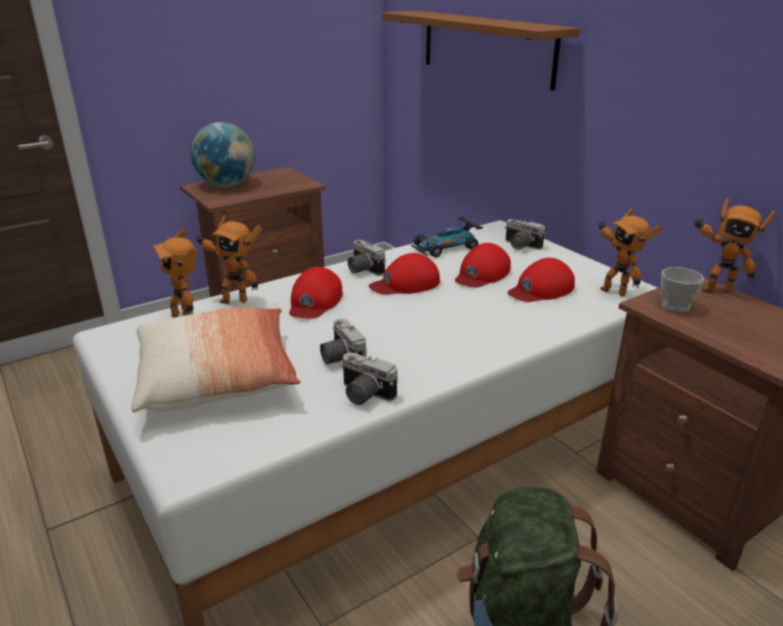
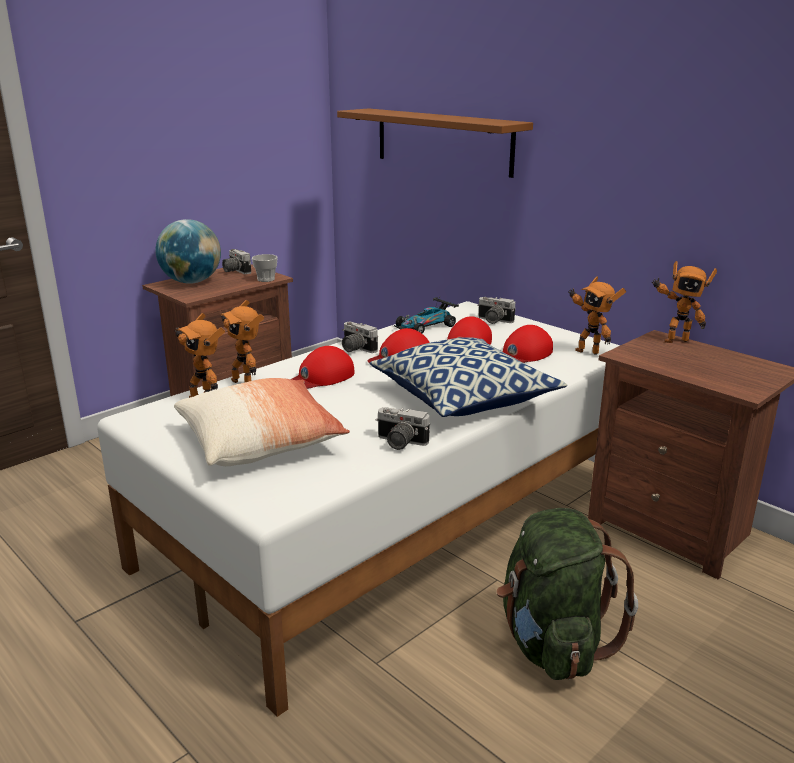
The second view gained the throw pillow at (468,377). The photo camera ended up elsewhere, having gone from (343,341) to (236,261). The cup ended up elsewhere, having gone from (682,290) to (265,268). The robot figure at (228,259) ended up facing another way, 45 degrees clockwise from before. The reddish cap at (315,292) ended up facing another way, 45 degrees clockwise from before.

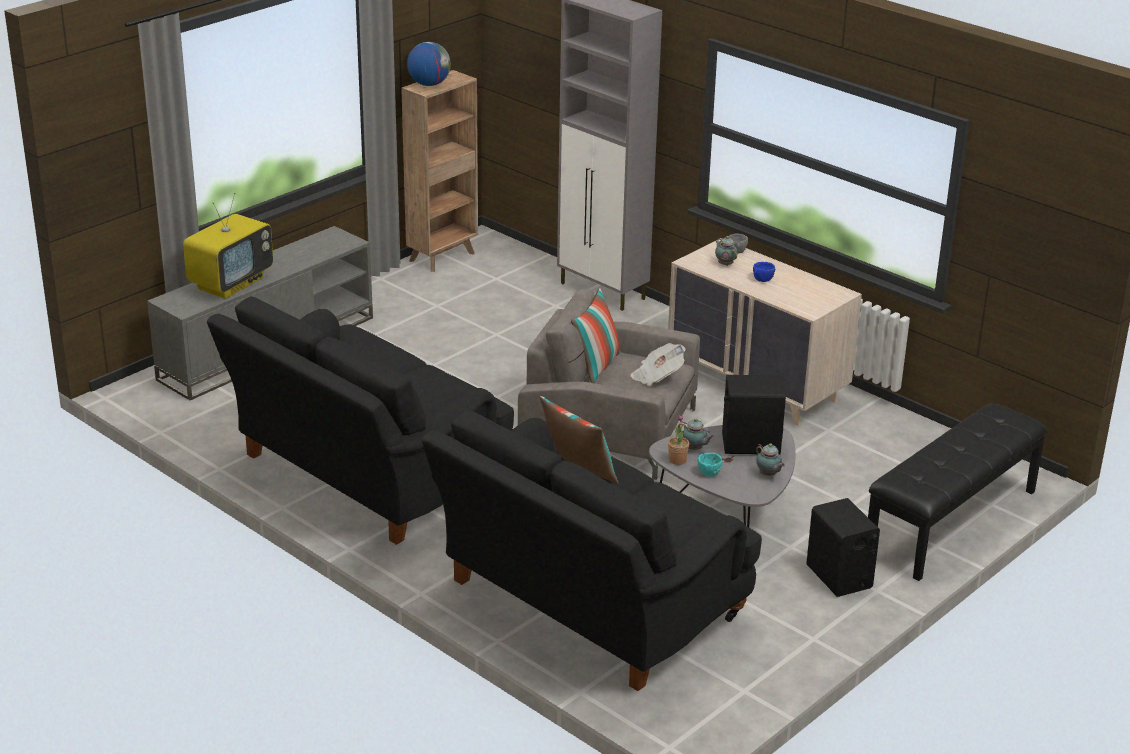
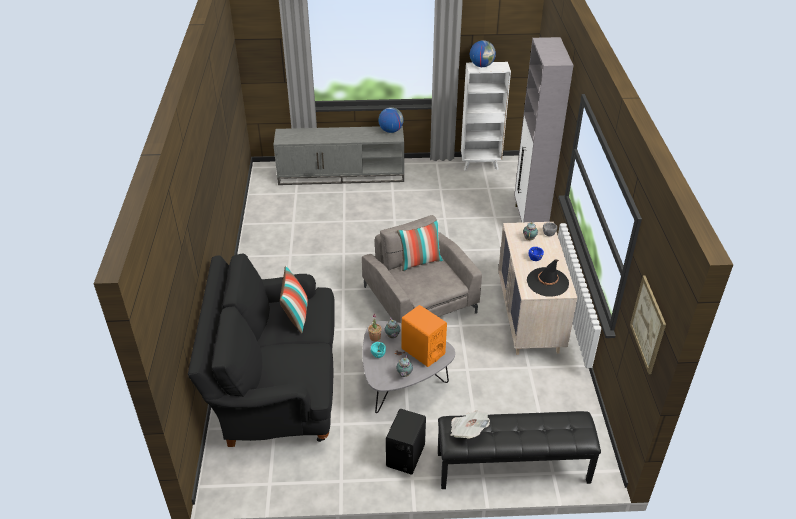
The second view lost the TV set at (228,246). The second view lost the blackish couch at (360,421). The second view gained the globe at (391,120). The second view gained the blackish wearable hat at (548,278). The second view gained the wall art at (648,325). The printed paper ended up elsewhere, having gone from (658,364) to (470,425). What was the brownish bookcase at (439,171) turned into the whitish bookcase at (486,116). What was the blackish audio speaker at (754,414) turned into the orange-coloured audio speaker at (424,336).

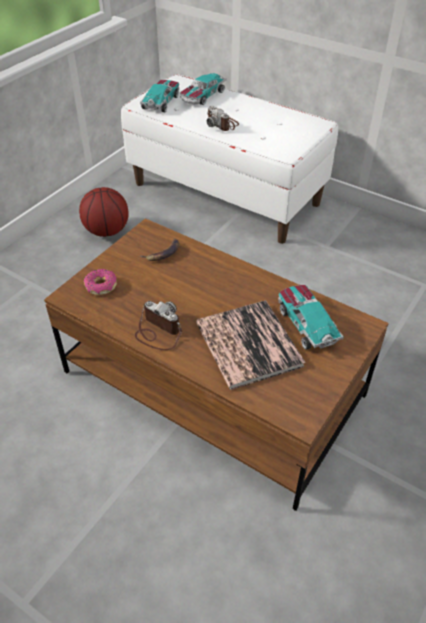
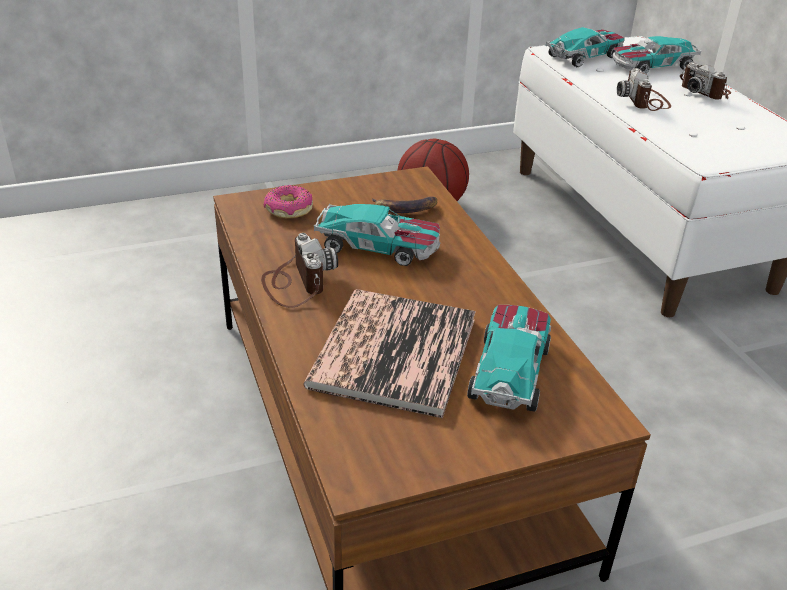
The second view gained the miniature car at (377,235). The second view gained the photo camera at (705,81).

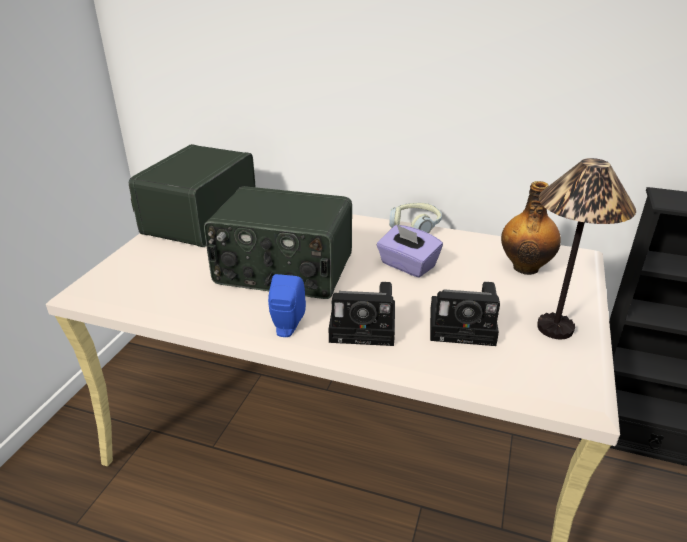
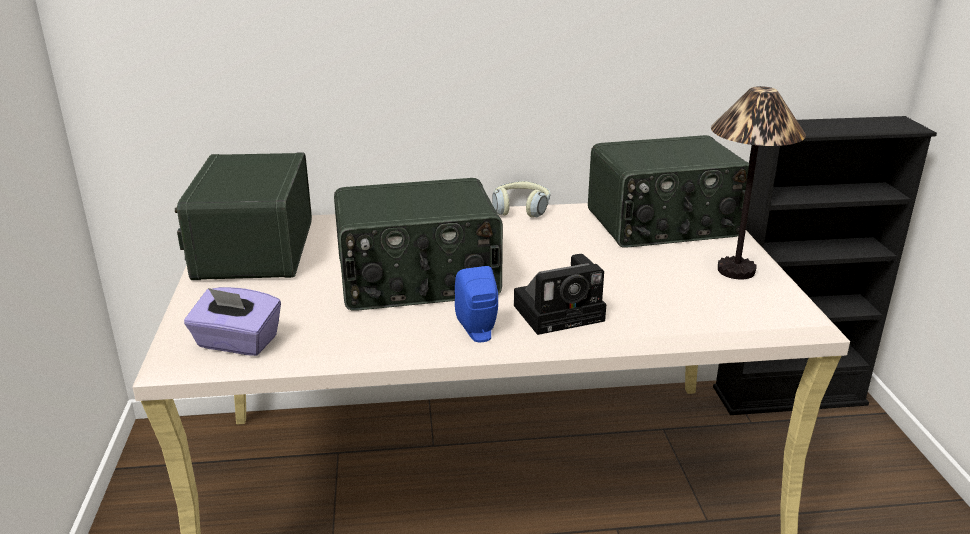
The second view lost the photo camera at (465,314). The purplish tissue holder ended up elsewhere, having gone from (410,251) to (232,321). Where the beverage bottle stood at (531,228), the radio came to stand at (671,191).

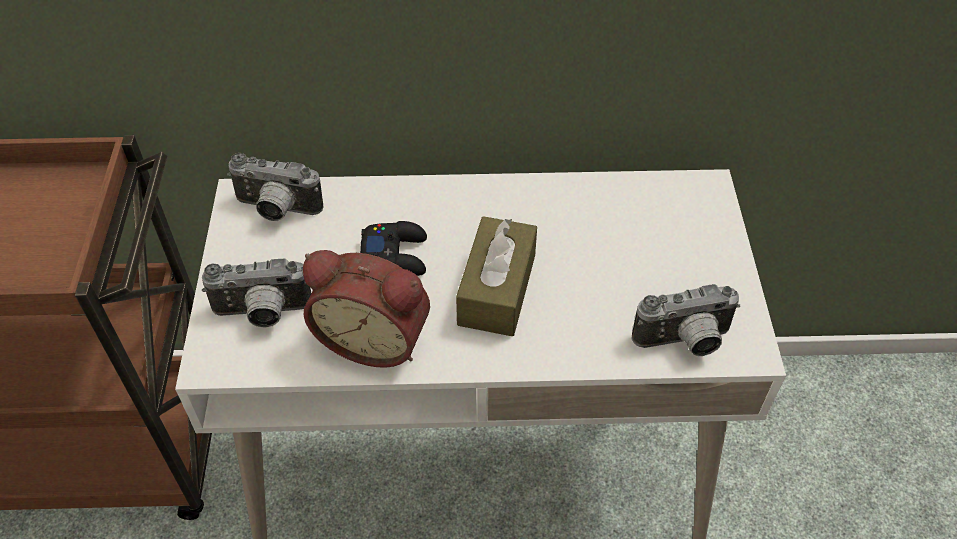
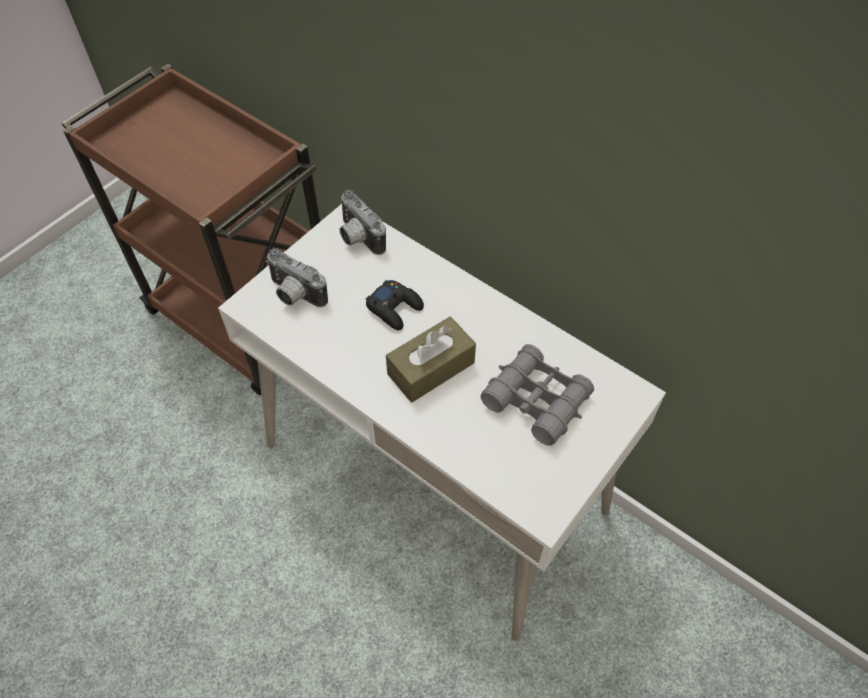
The second view lost the bedside clock at (366,309). The second view lost the photo camera at (686,320). The second view gained the gray field glasses at (537,395).

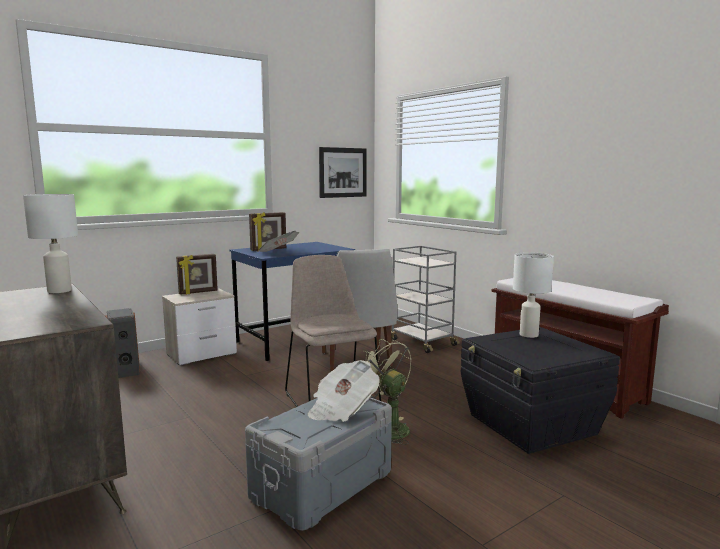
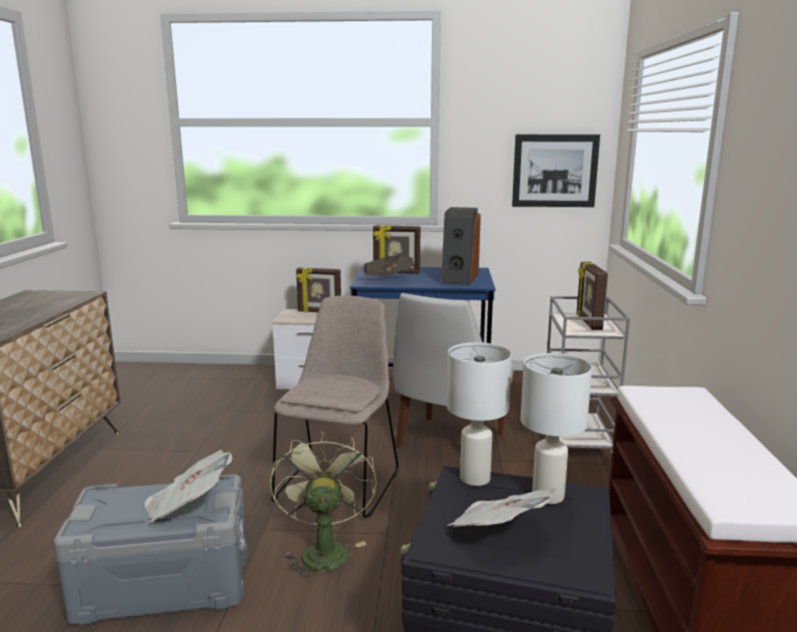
The second view gained the printed paper at (502,508). The second view gained the picture frame at (592,296). The whitish tabletop lamp ended up elsewhere, having gone from (50,243) to (479,414). The audio speaker ended up elsewhere, having gone from (122,343) to (461,246).

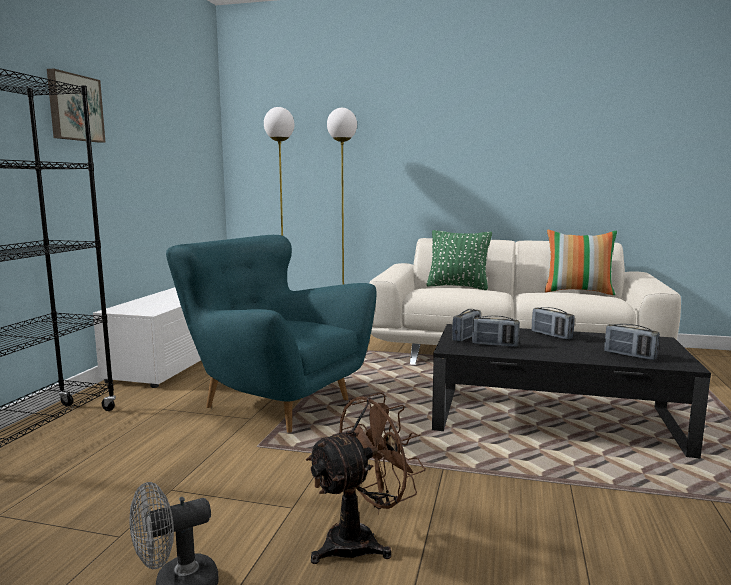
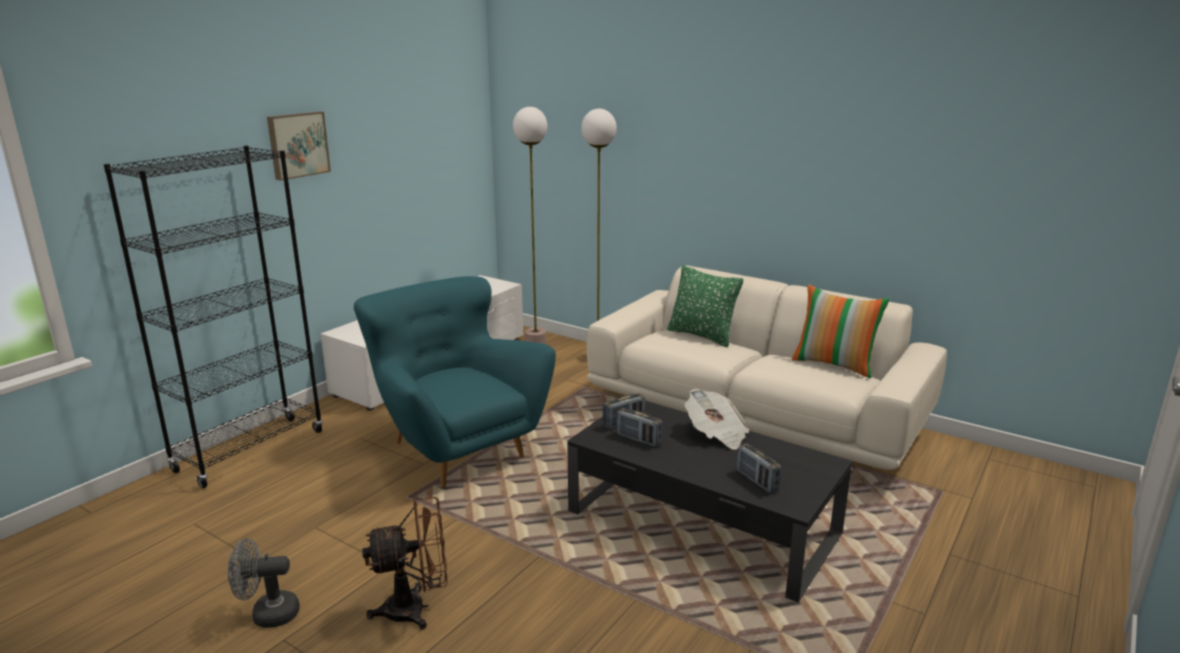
Where the radio stood at (553,323), the printed paper came to stand at (717,419).

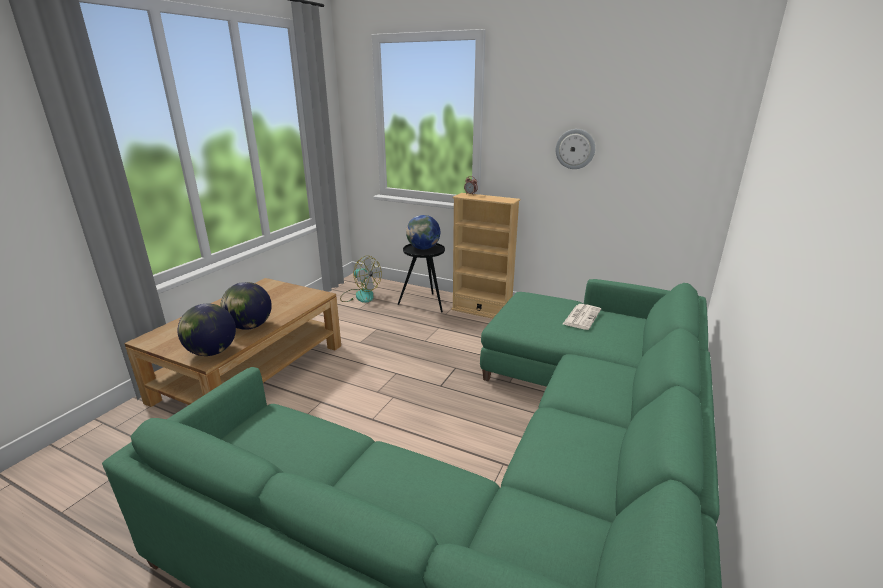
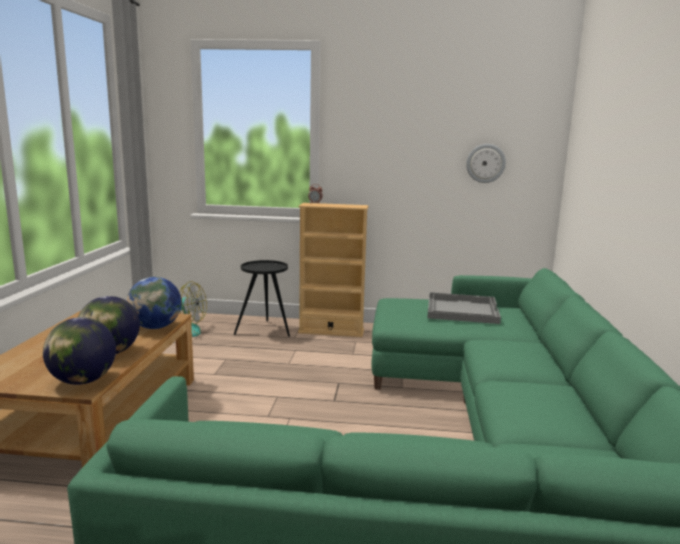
The globe ended up elsewhere, having gone from (423,232) to (154,303). The clock on the wall ended up elsewhere, having gone from (575,149) to (486,163). Where the printed paper stood at (582,317), the gray serving tray came to stand at (464,308).

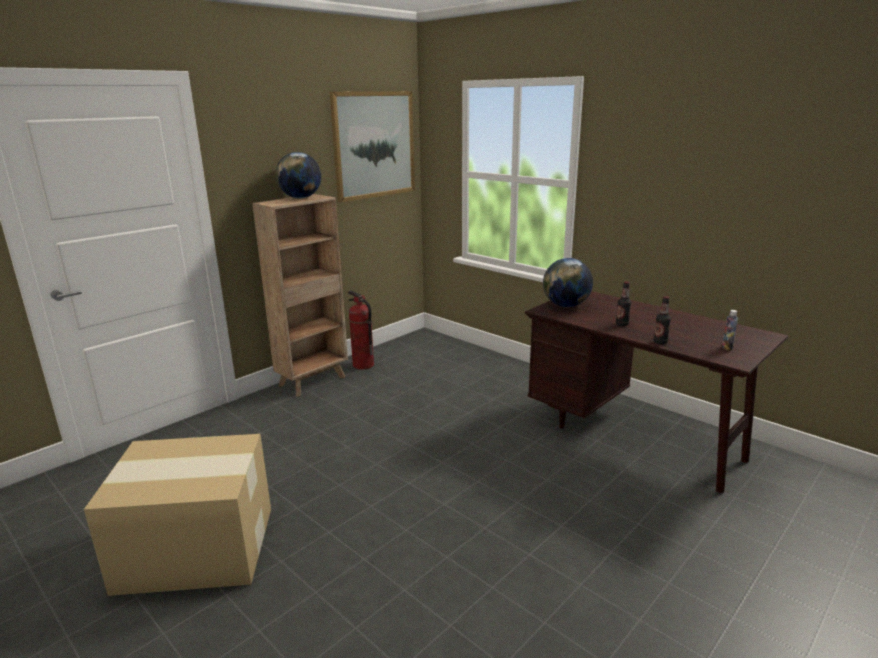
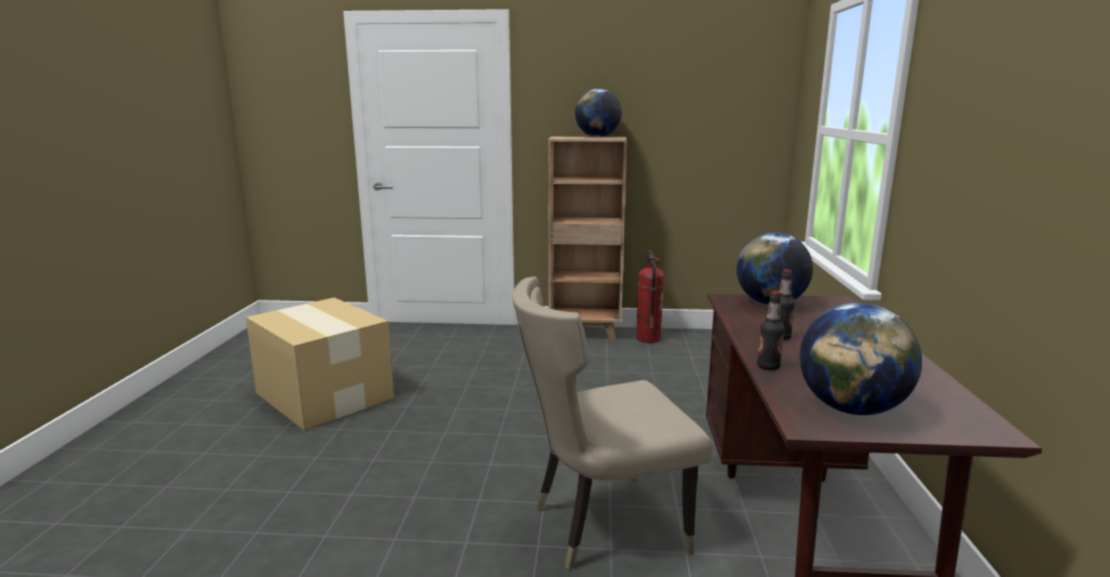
The second view lost the wall art at (372,146). The second view gained the sand-coloured chair at (612,423). Where the beverage bottle stood at (730,330), the globe came to stand at (860,359).

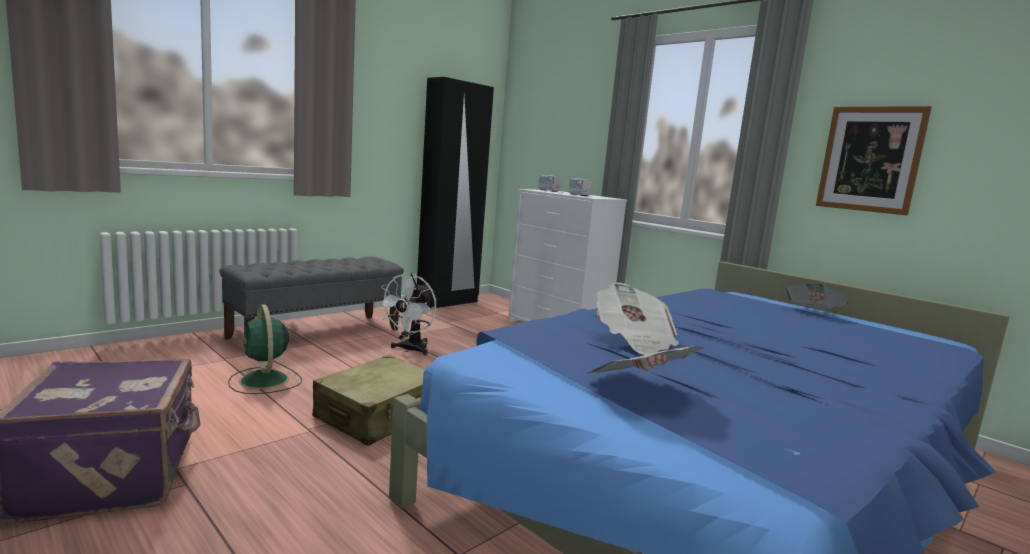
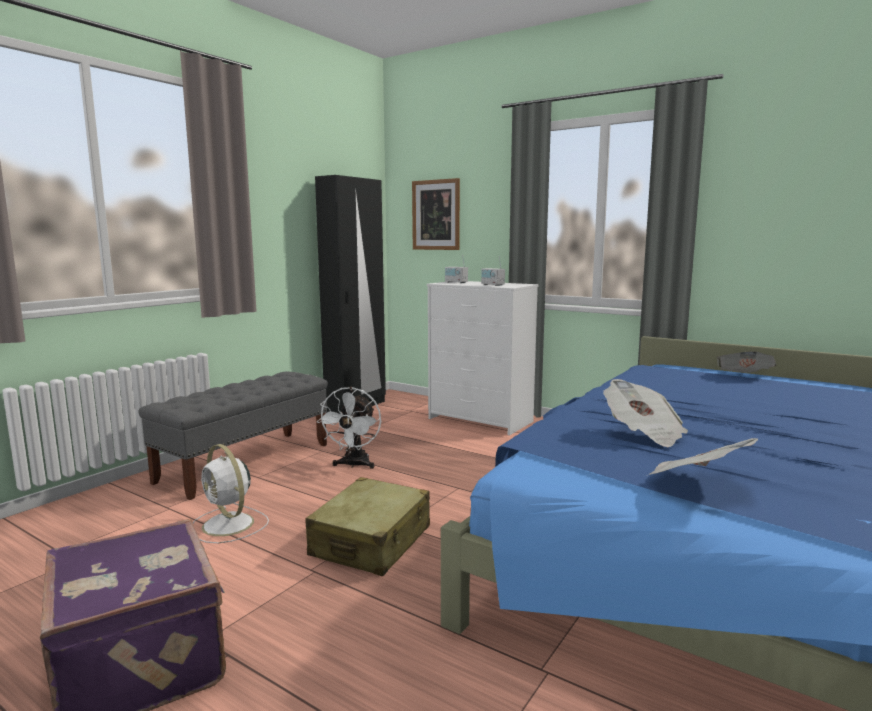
The wall art ended up elsewhere, having gone from (874,160) to (436,214). What was the green-coloured electric fan at (265,349) turned into the whitish electric fan at (231,493).

